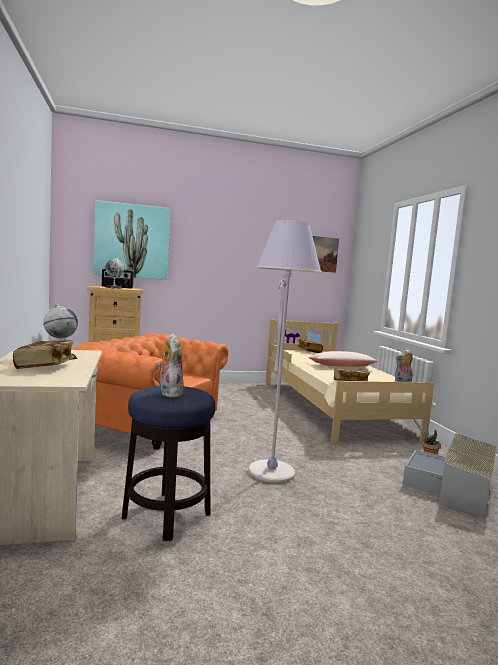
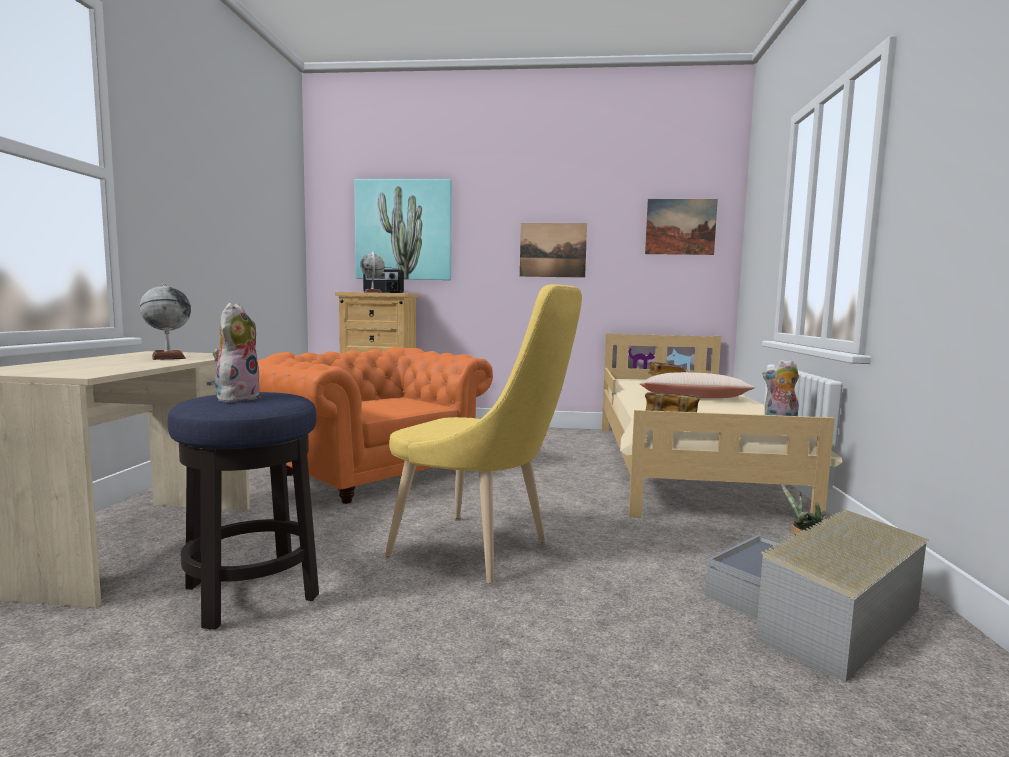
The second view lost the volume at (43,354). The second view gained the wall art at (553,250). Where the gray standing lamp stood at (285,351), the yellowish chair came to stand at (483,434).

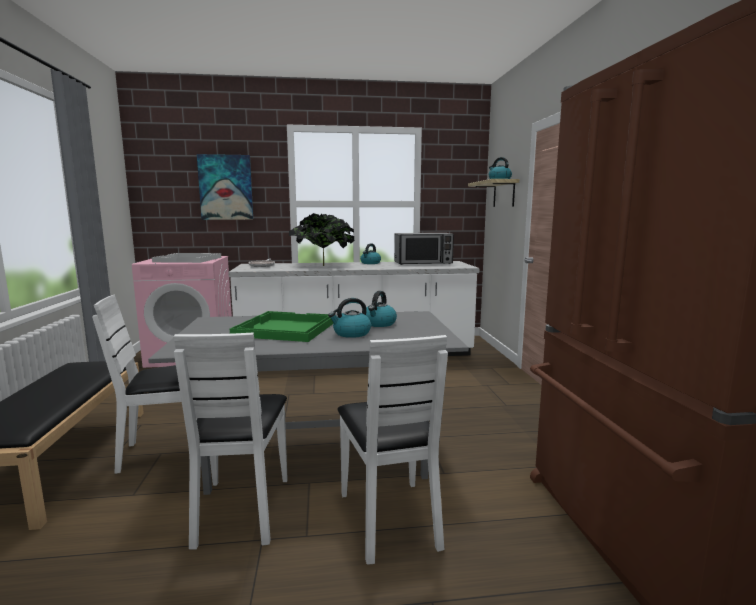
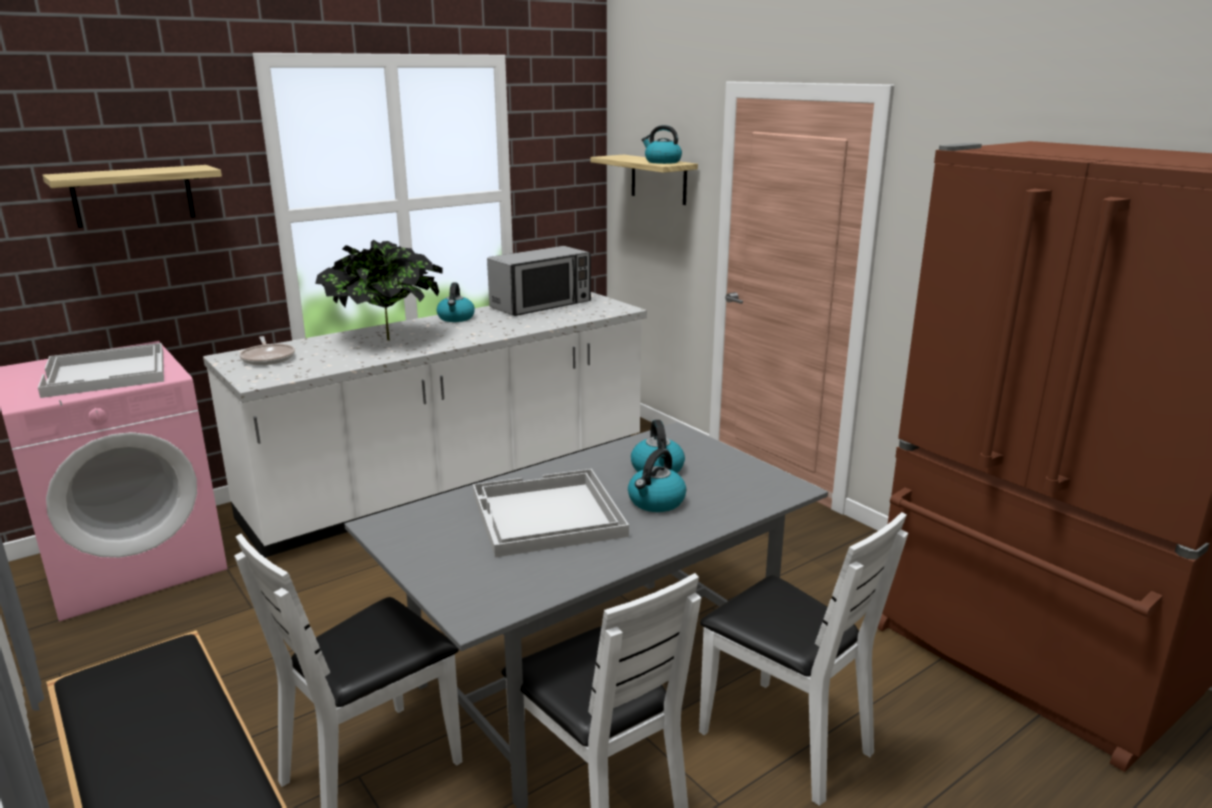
Where the wall art hung at (225,187), the wall shelf came to hang at (132,196). What was the green-coloured serving tray at (281,326) turned into the whitish serving tray at (551,513).

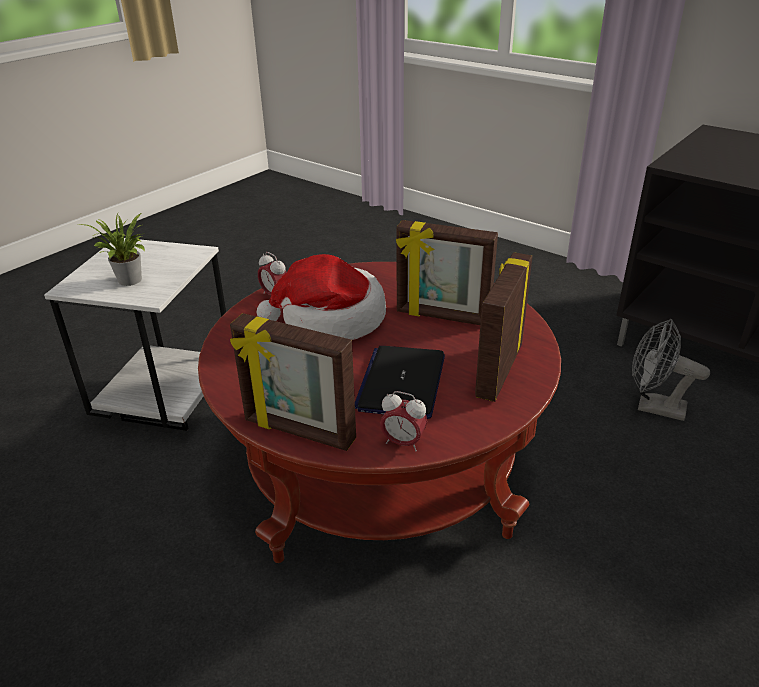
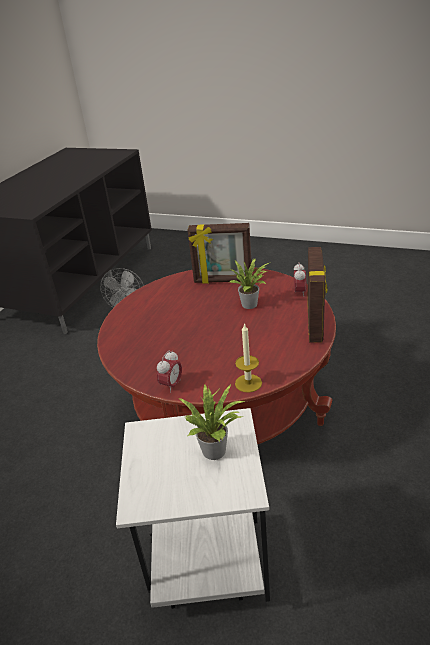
The second view lost the wearable hat at (321,297). The second view lost the picture frame at (447,272). The second view gained the candle at (248,358). Where the notebook computer stood at (400,382), the potted plant came to stand at (249,284).

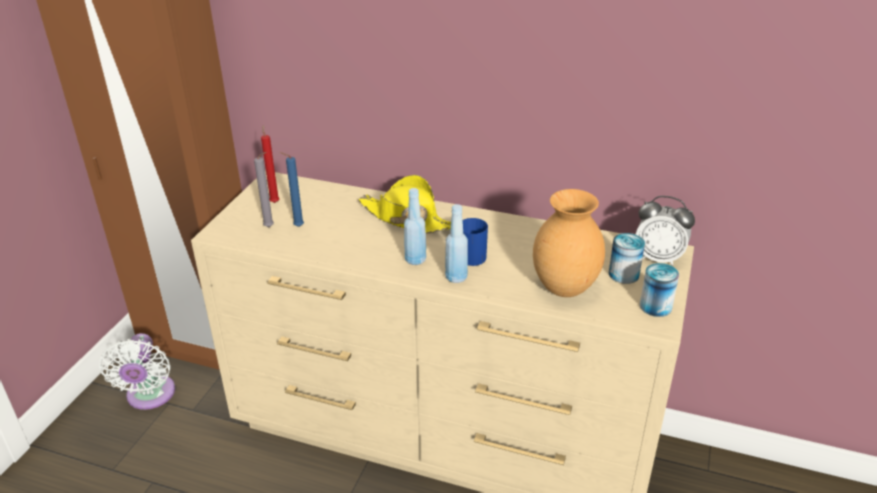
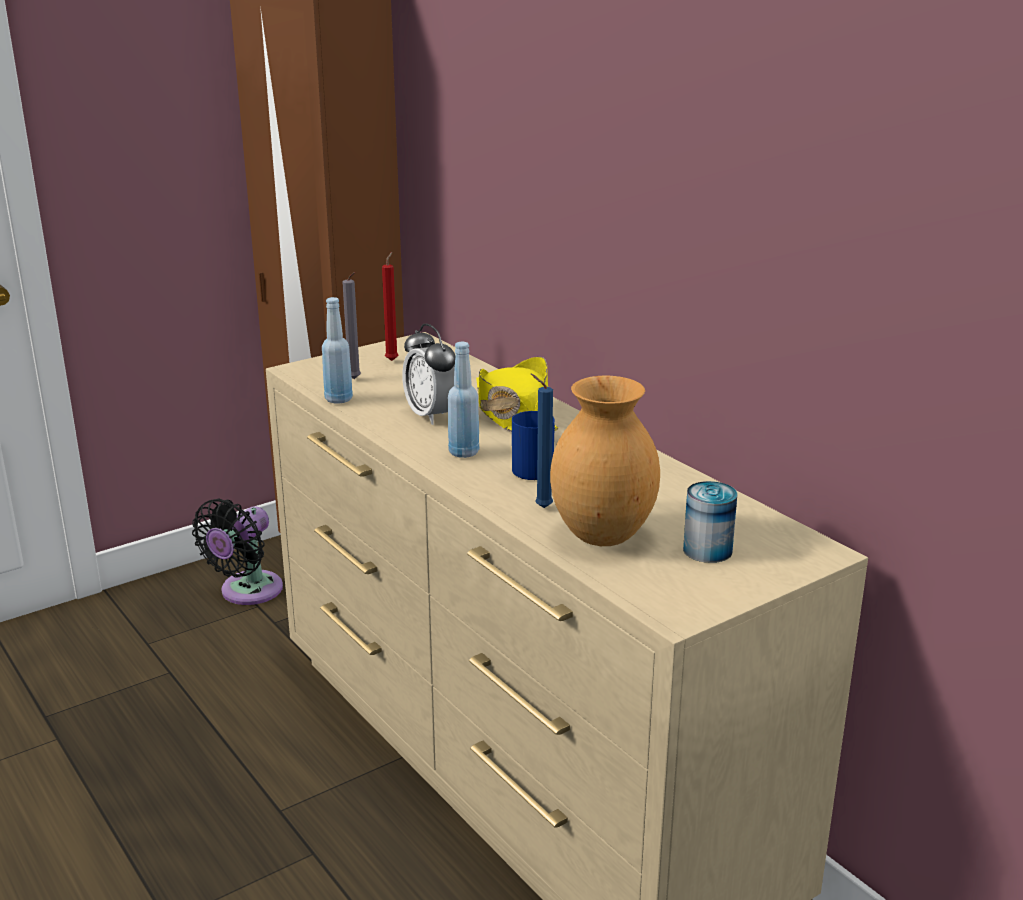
The second view lost the can at (659,290). The blue-coloured candle ended up elsewhere, having gone from (292,189) to (542,441). The blue-coloured beverage bottle ended up elsewhere, having gone from (456,243) to (337,350). The bedside clock ended up elsewhere, having gone from (665,231) to (429,374). What was the whitish electric fan at (137,371) turned into the blackish electric fan at (237,552).

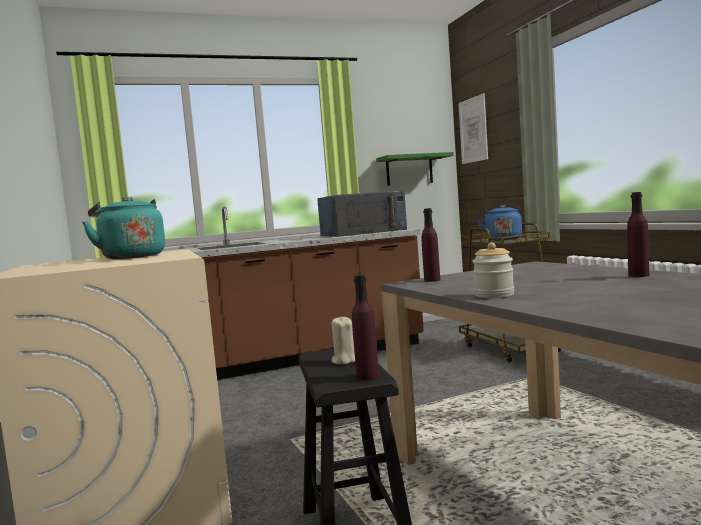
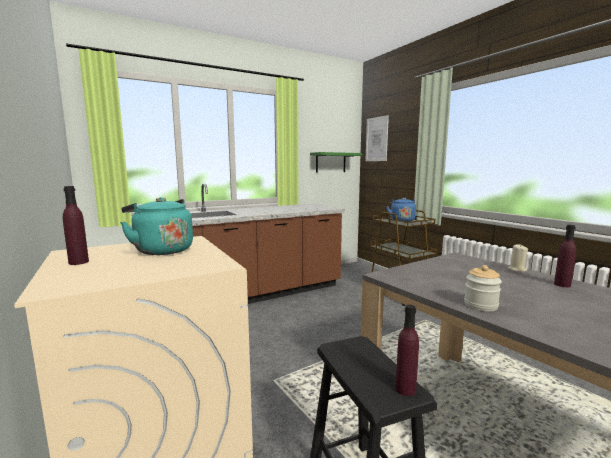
The second view lost the blue-coloured microwave at (362,214). The sand-coloured candle ended up elsewhere, having gone from (343,340) to (517,258). The purplish beverage bottle ended up elsewhere, having gone from (430,245) to (76,225).

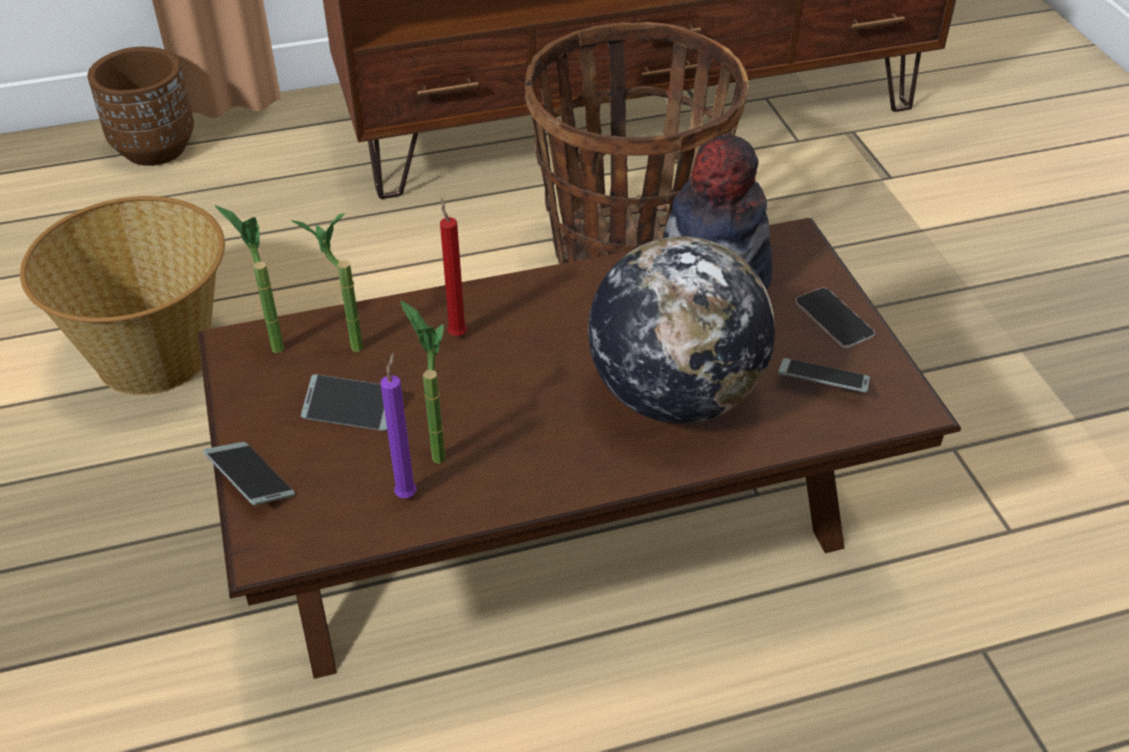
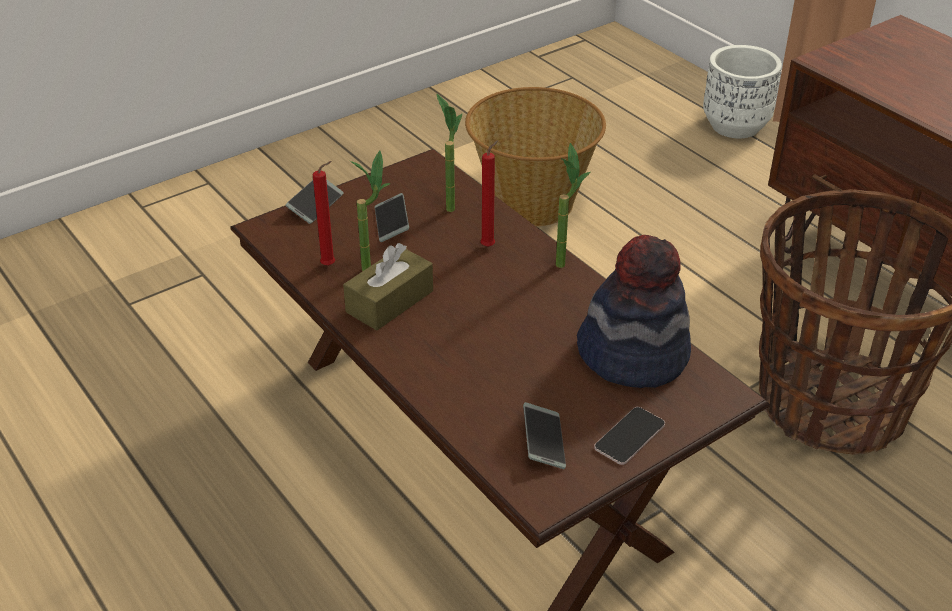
The second view lost the globe at (681,330). The second view gained the brownish tissue holder at (388,286). The potted plant ended up elsewhere, having gone from (249,279) to (573,205). What was the brownish planter at (140,106) turned into the whitish planter at (742,91). What was the purplish candle at (398,425) turned into the reddish candle at (324,213).

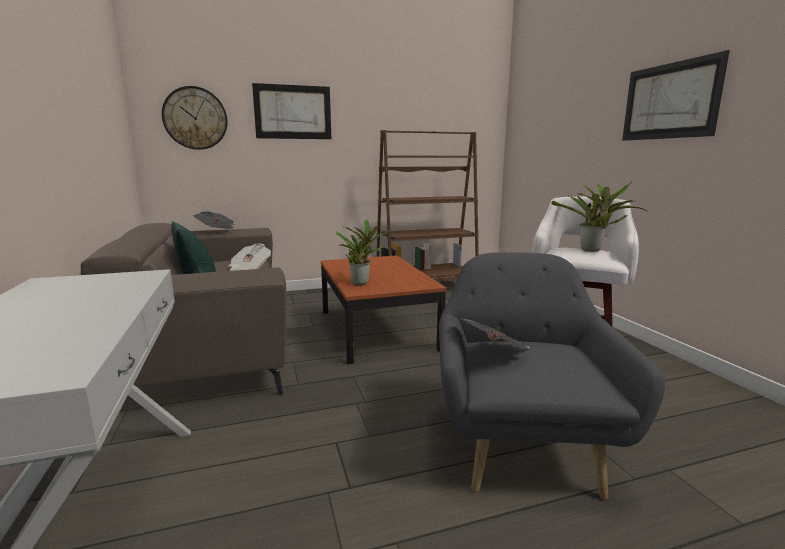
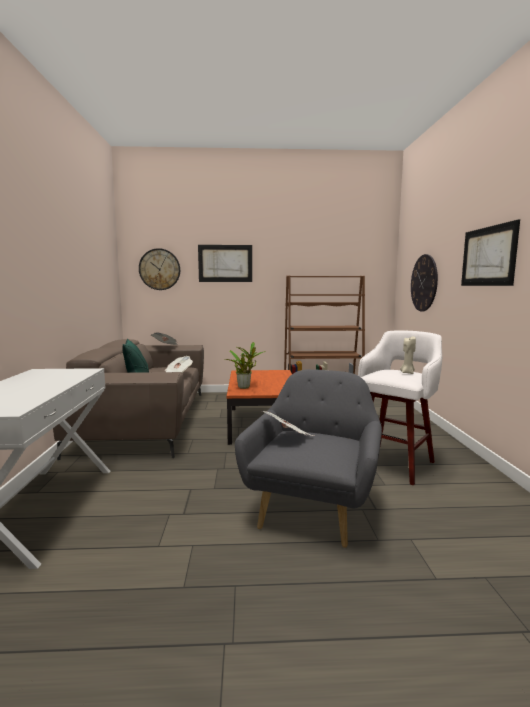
The second view gained the clock on the wall at (424,283). Where the potted plant stood at (599,217), the sand-coloured candle came to stand at (408,355).

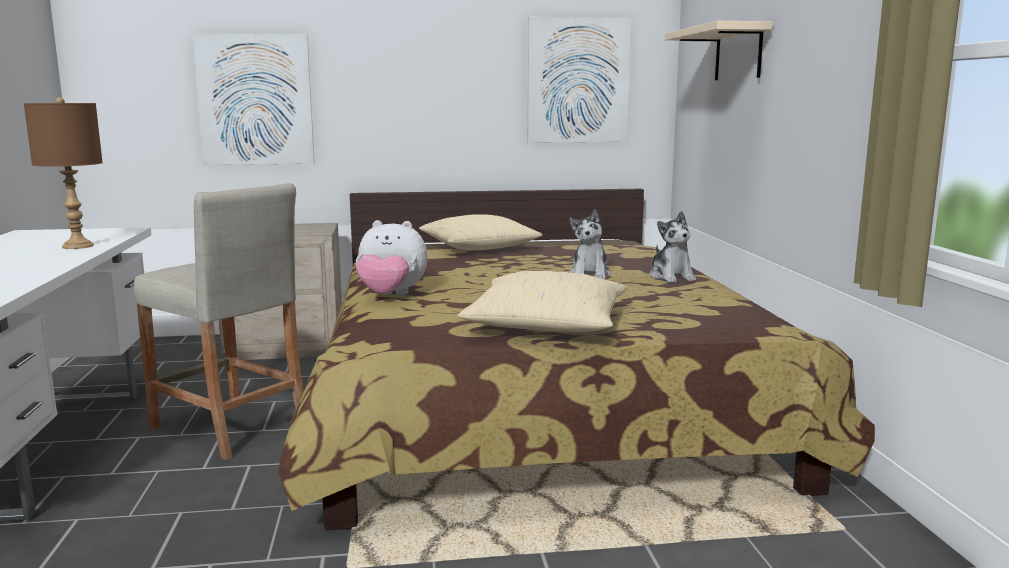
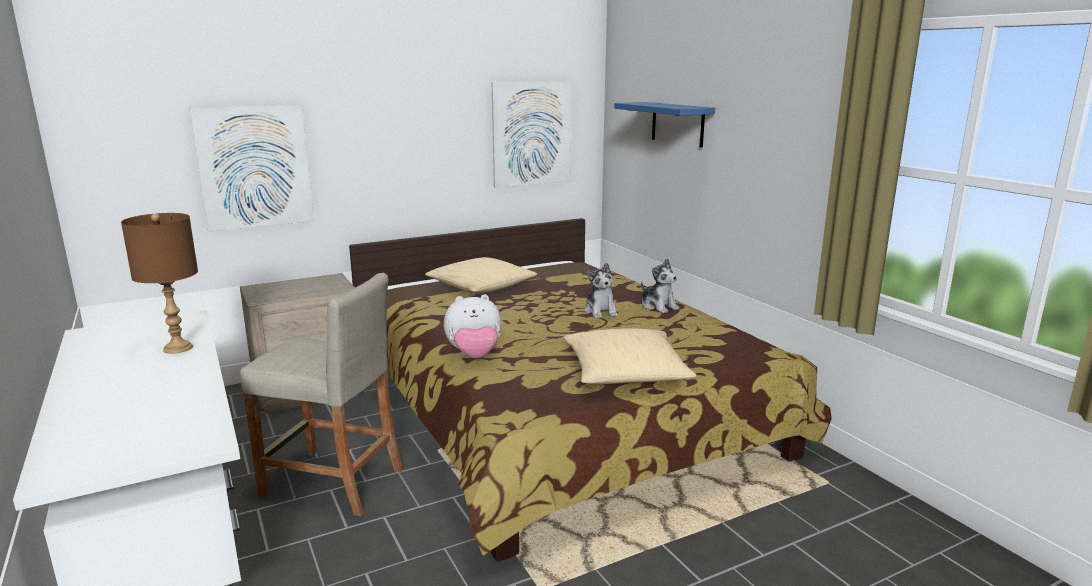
What was the sand-coloured wall shelf at (719,50) turned into the blue-coloured wall shelf at (664,124).

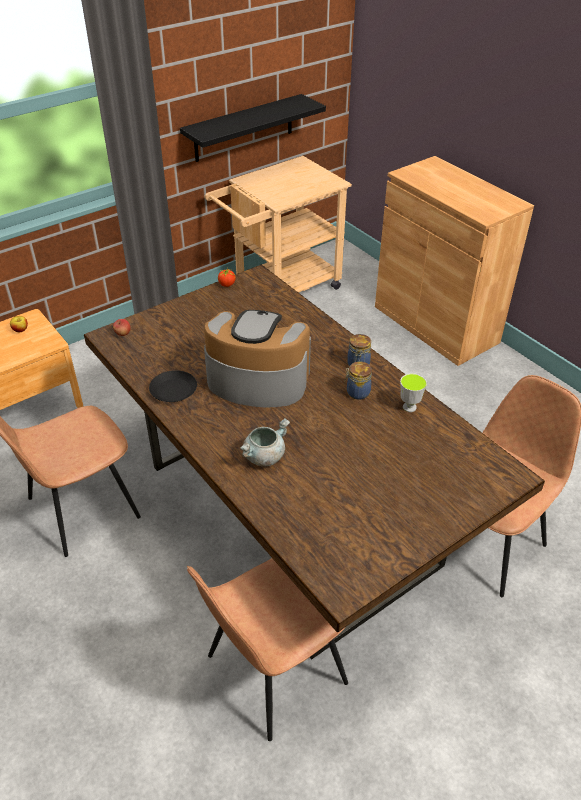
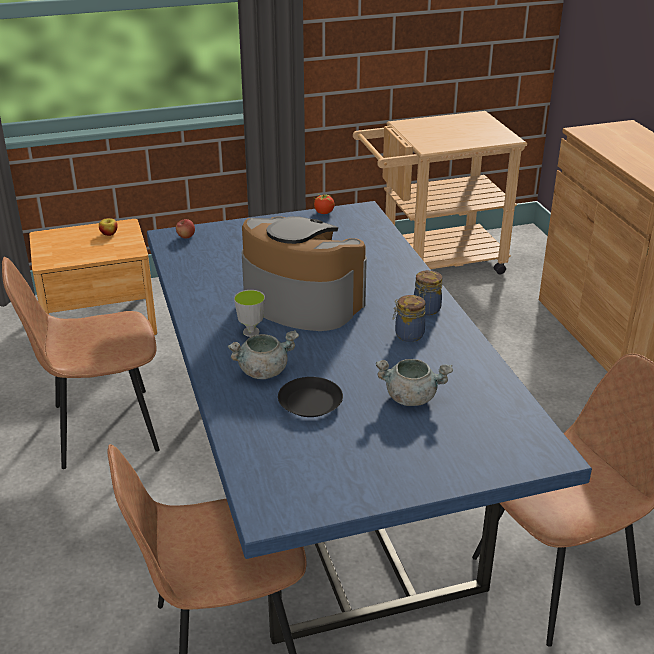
The second view lost the blackish wall shelf at (253,128). The second view gained the gray cooking pot at (414,382). The blackish dinner plate ended up elsewhere, having gone from (173,386) to (310,397). The cup ended up elsewhere, having gone from (413,393) to (249,313). What was the brownish dinner table at (314,462) turned into the blue-coloured dinner table at (369,422).

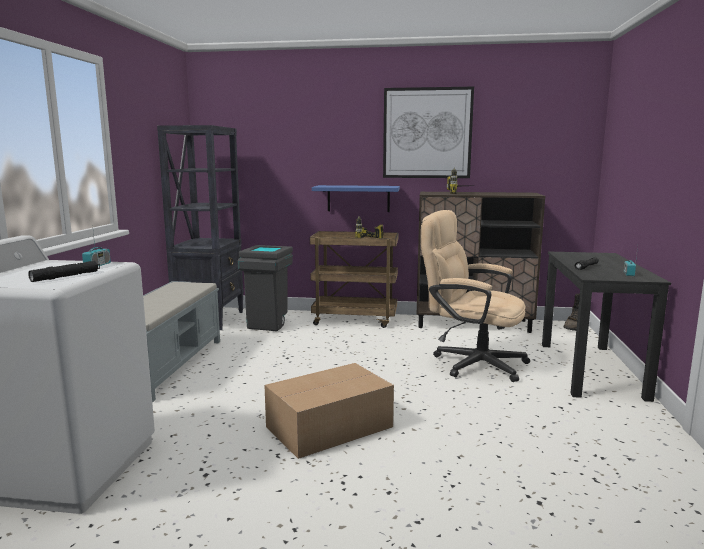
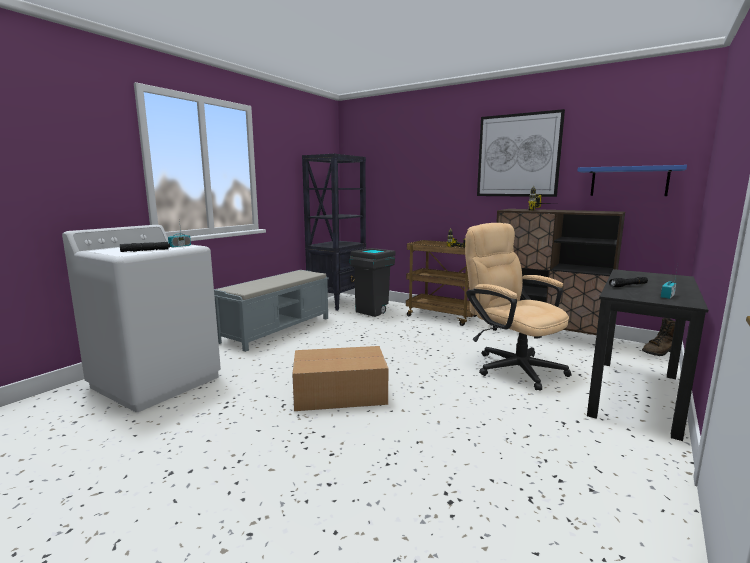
The blue-coloured wall shelf ended up elsewhere, having gone from (356,198) to (632,180).

